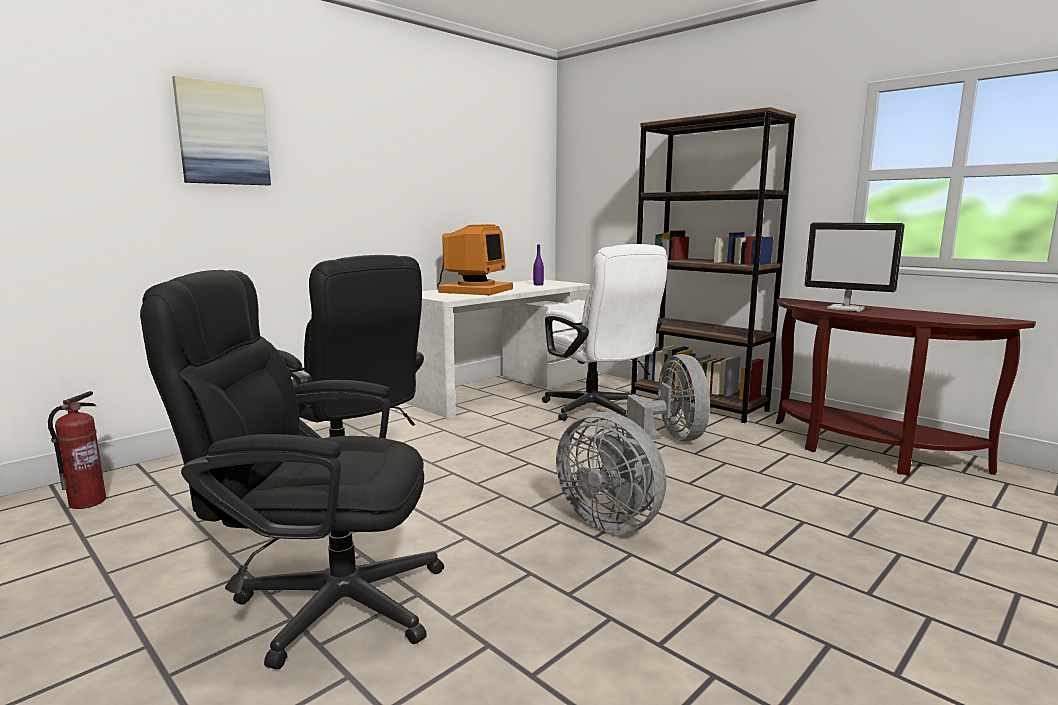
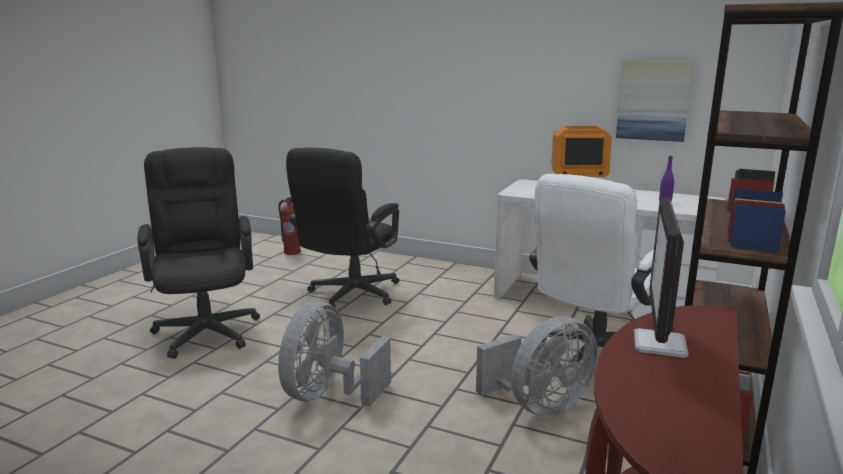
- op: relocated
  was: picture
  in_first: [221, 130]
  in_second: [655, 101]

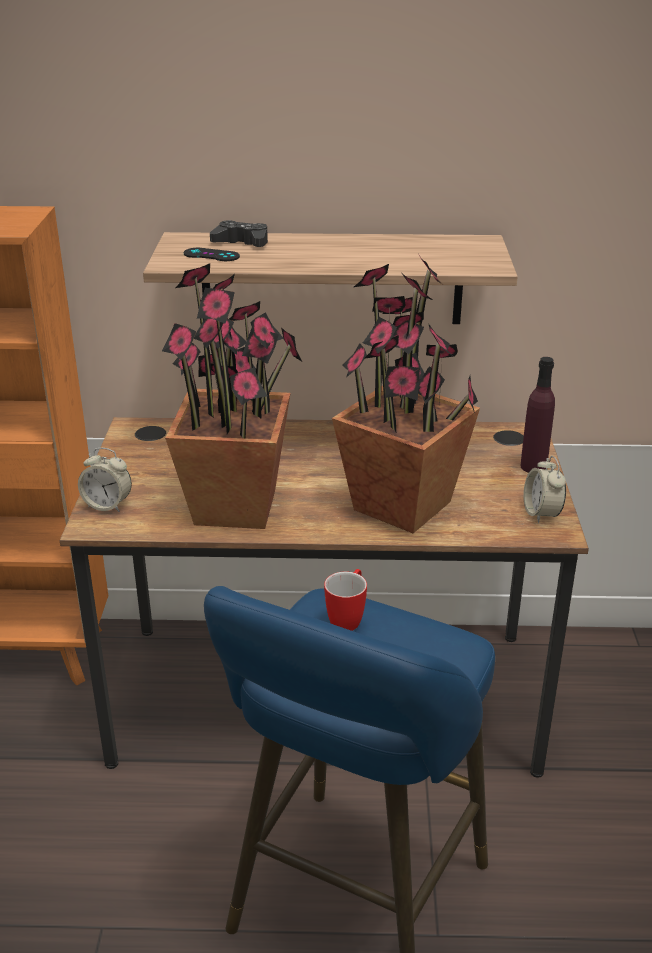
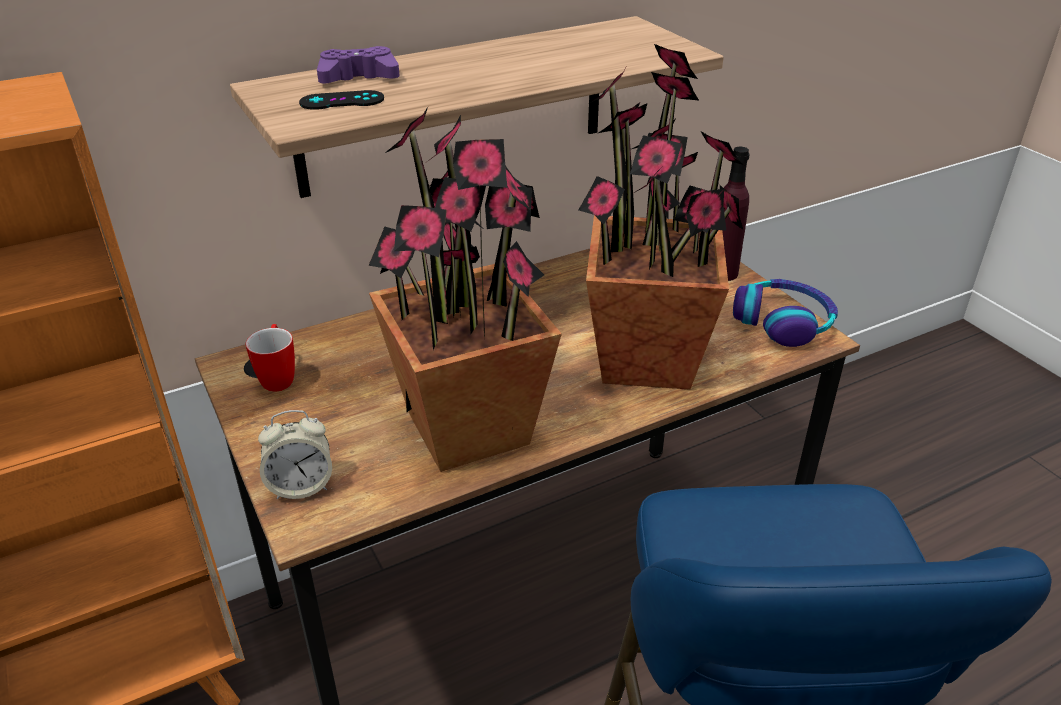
- op: colour
  was: game controller/black
  now: game controller/purple
  in_first: [239, 233]
  in_second: [358, 65]
- op: relocated
  was: mug
  in_first: [345, 600]
  in_second: [270, 358]
- op: exchanged
  was: alarm clock
  now: headphones
  in_first: [544, 489]
  in_second: [785, 313]

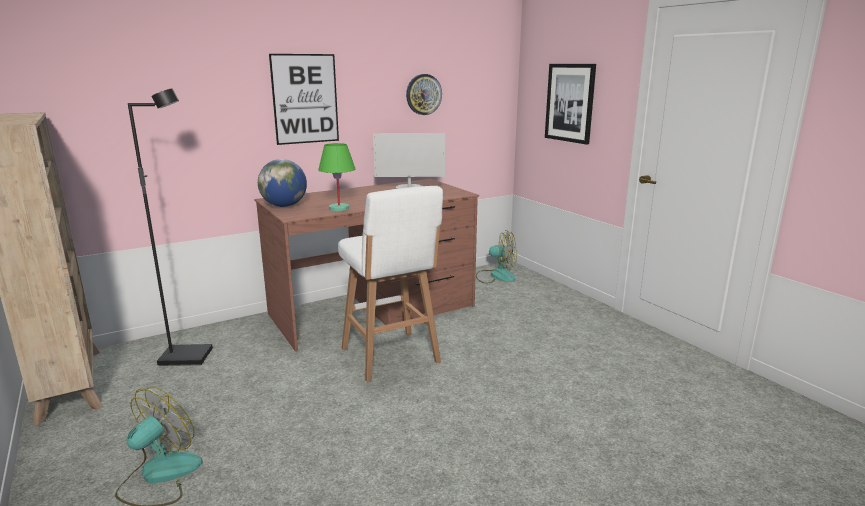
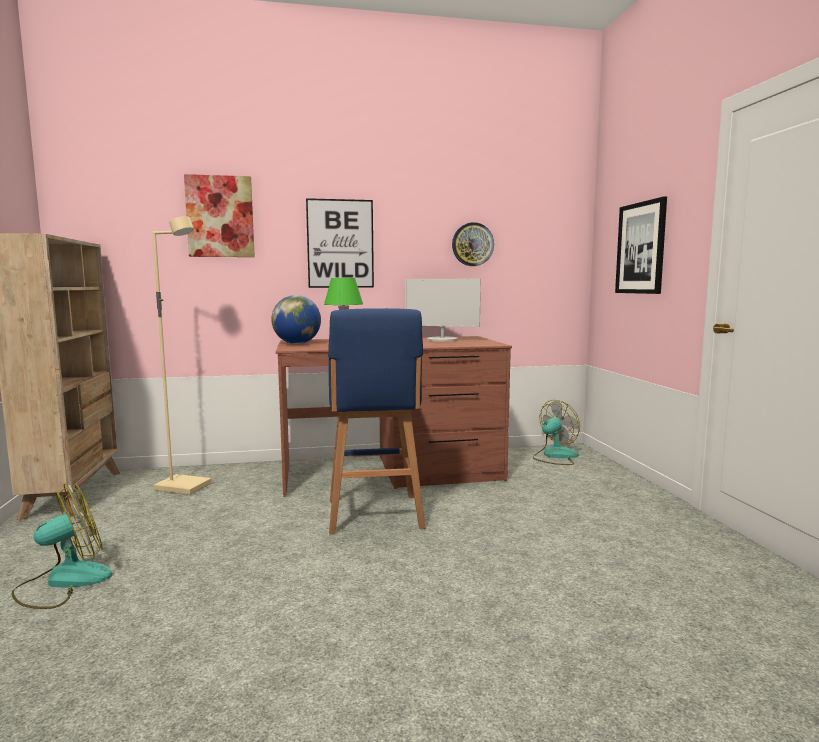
- op: colour
  was: floor lamp/black
  now: floor lamp/beige
  in_first: [170, 227]
  in_second: [182, 355]
- op: colour
  was: stool/white
  now: stool/blue
  in_first: [390, 284]
  in_second: [376, 421]
- op: spun
  was: fan
  in_first: [496, 257]
  in_second: [556, 432]
  clockwise: -75
- op: appeared
  now: picture
  in_second: [219, 215]

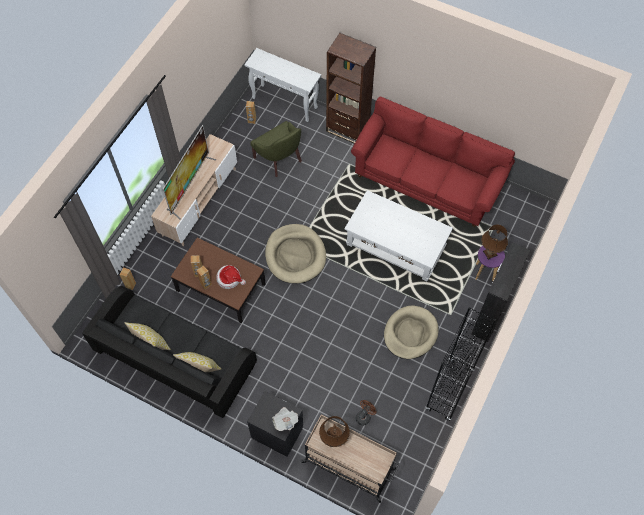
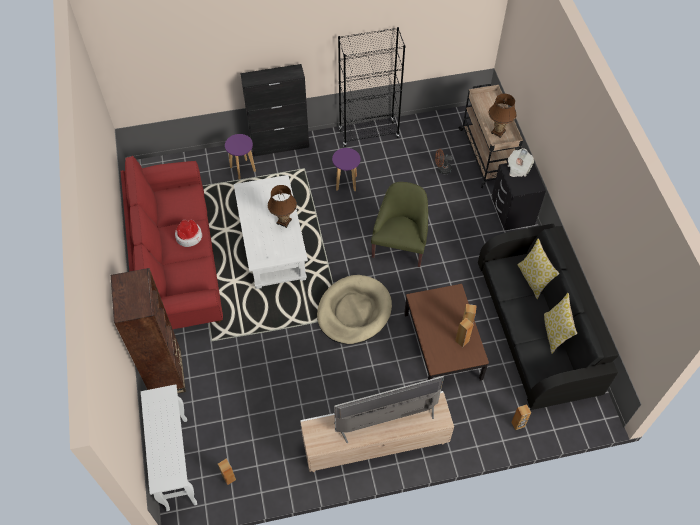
- op: relocated
  was: hat
  in_first: [231, 277]
  in_second: [188, 233]
- op: relocated
  was: armchair/green
  in_first: [276, 149]
  in_second: [399, 224]
- op: exchanged
  was: dog bed/beige
  now: stool/purple
  in_first: [411, 332]
  in_second: [346, 169]
- op: relocated
  was: table lamp/brown
  in_first: [494, 242]
  in_second: [282, 206]

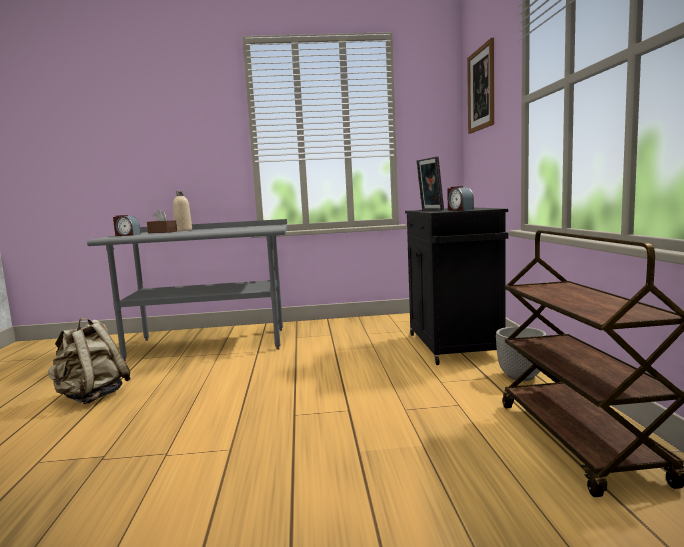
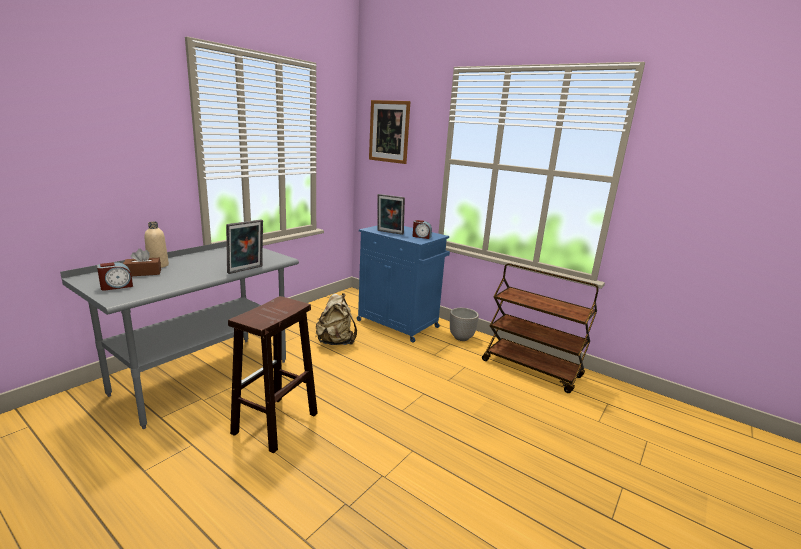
- op: relocated
  was: backpack/beige
  in_first: [89, 361]
  in_second: [336, 319]
- op: colour
  was: cabinet/black
  now: cabinet/blue
  in_first: [456, 286]
  in_second: [403, 284]
- op: appeared
  now: picture frame
  in_second: [244, 247]
- op: appeared
  now: stool/brown
  in_second: [273, 374]

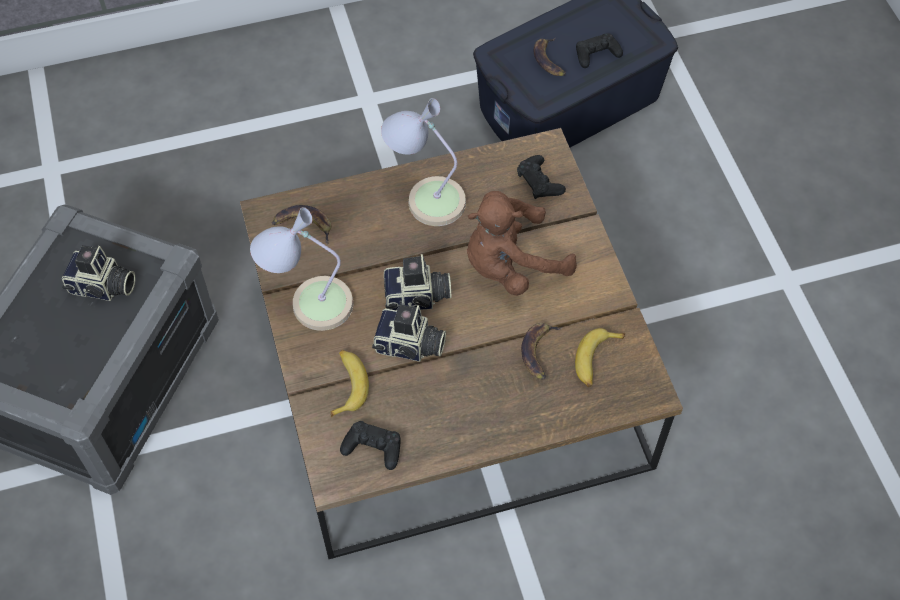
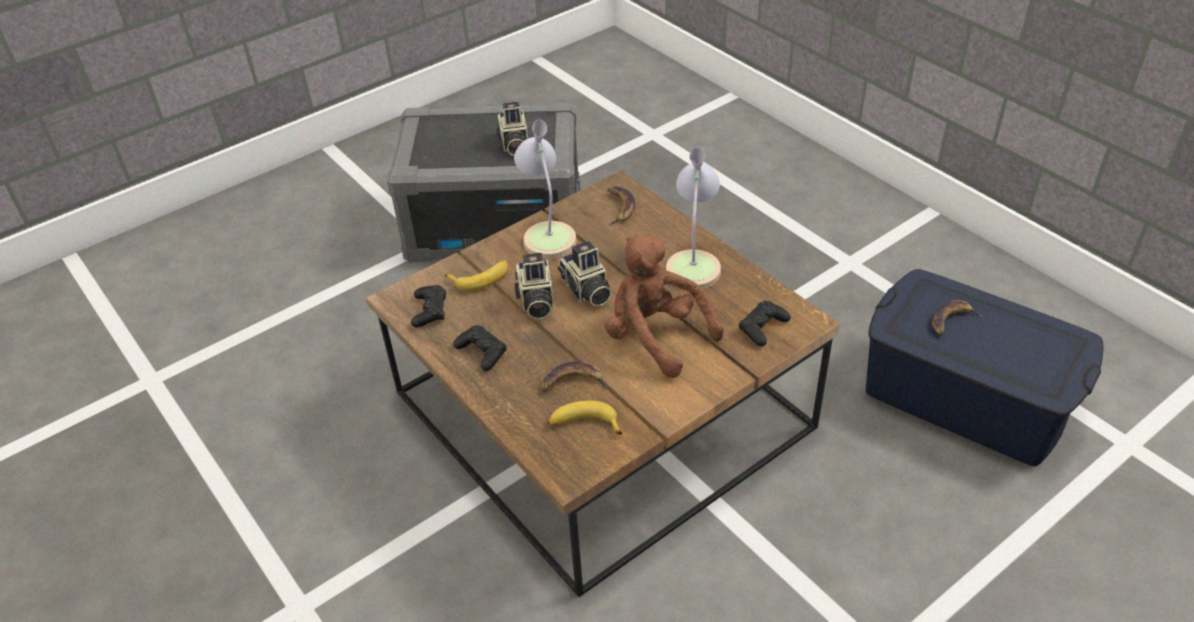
- op: relocated
  was: game controller/black
  in_first: [599, 50]
  in_second: [480, 348]

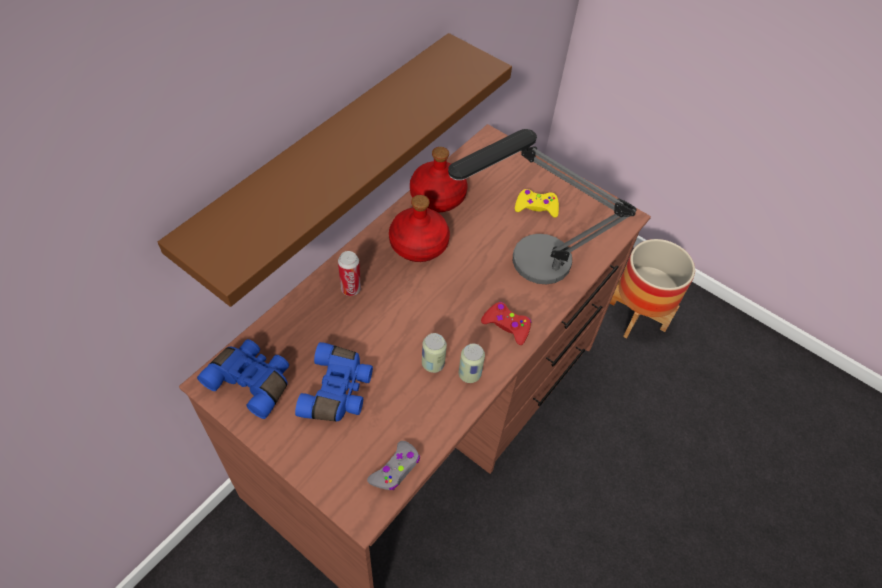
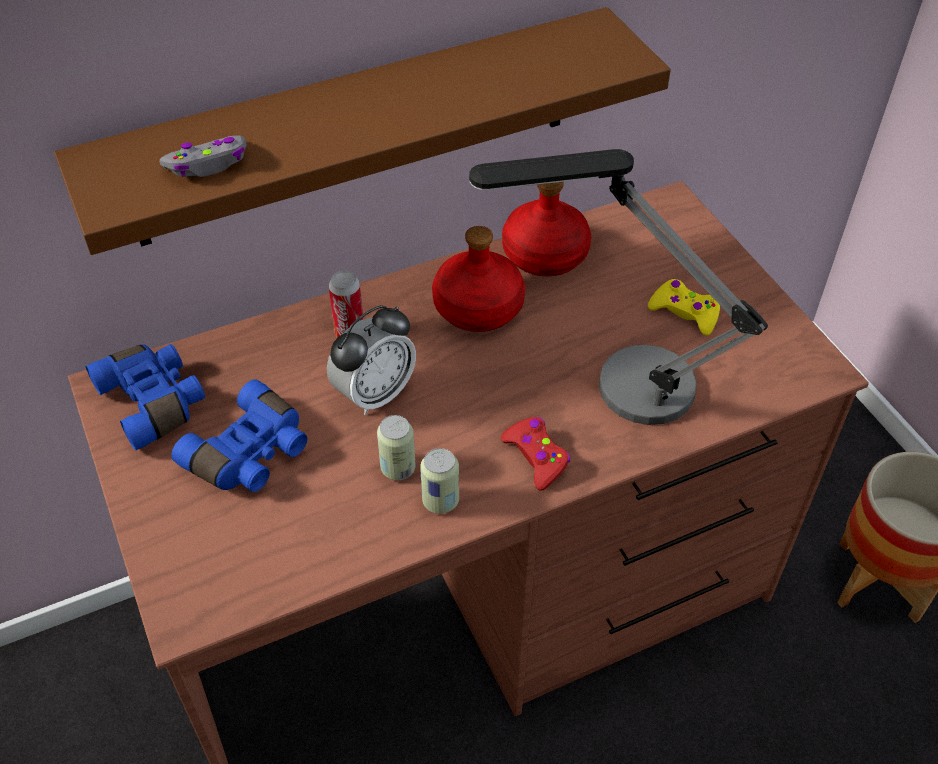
- op: relocated
  was: game controller/grey
  in_first: [393, 465]
  in_second: [202, 156]
- op: appeared
  now: alarm clock
  in_second: [371, 360]

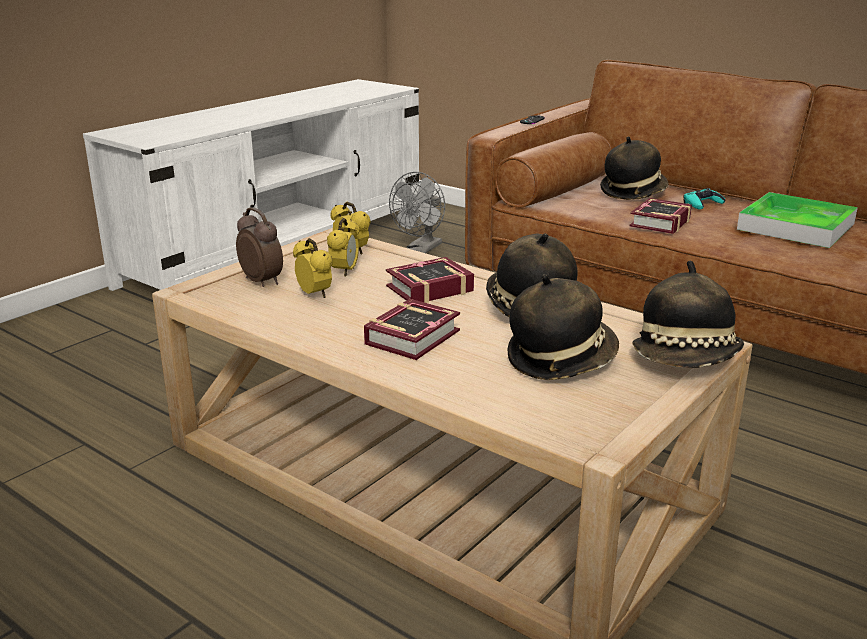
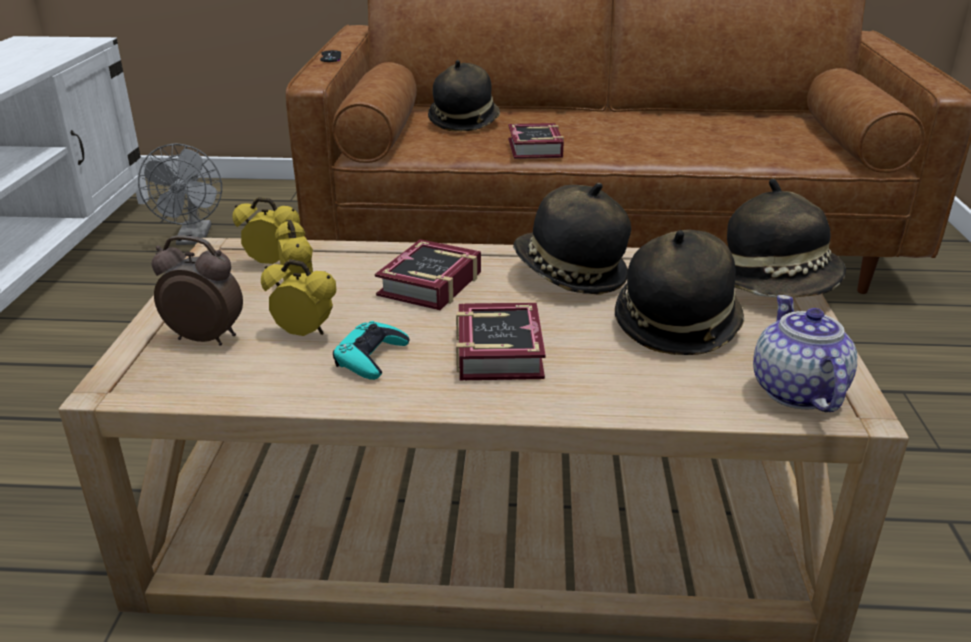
- op: relocated
  was: game controller/turquoise
  in_first: [704, 199]
  in_second: [371, 350]
- op: missing
  was: tray
  in_first: [797, 220]
- op: appeared
  now: teapot
  in_second: [805, 353]

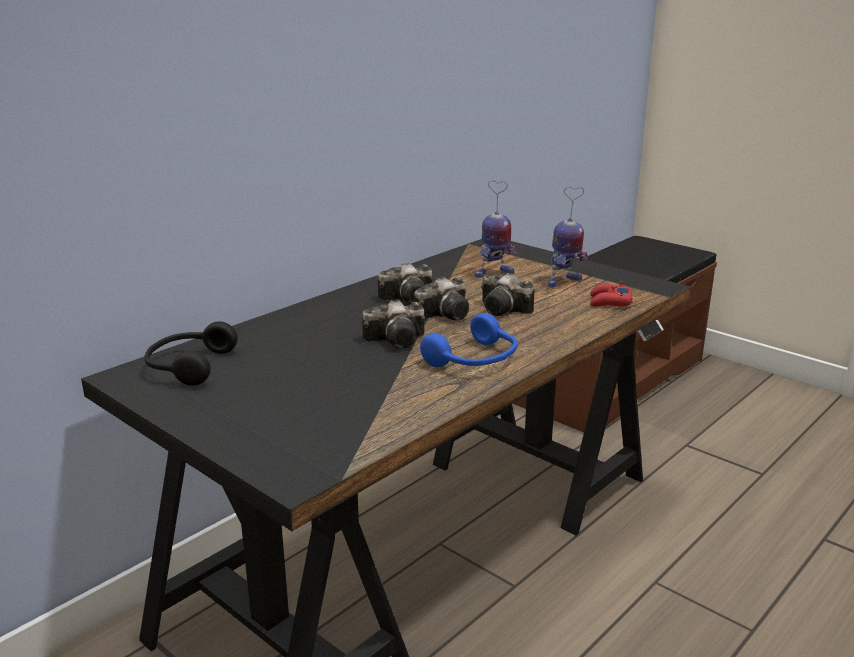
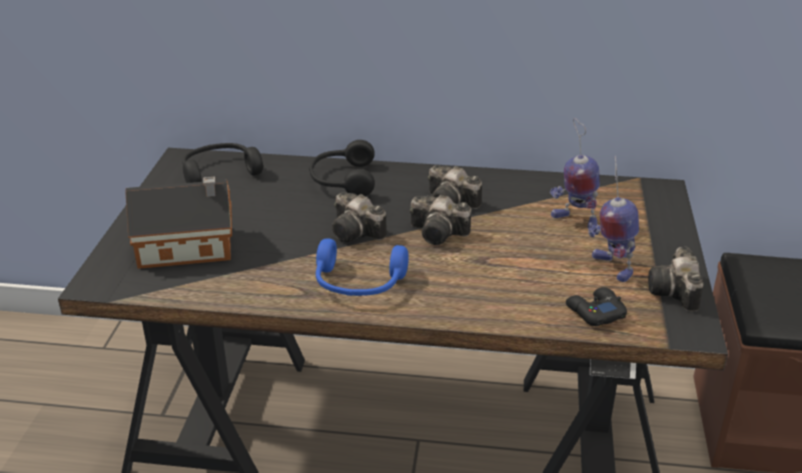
- op: relocated
  was: photo camera
  in_first: [508, 294]
  in_second: [675, 279]
- op: spun
  was: toy robot
  in_first: [568, 237]
  in_second: [613, 219]
  clockwise: 45
- op: colour
  was: game controller/red
  now: game controller/black
  in_first: [611, 294]
  in_second: [596, 306]
- op: appeared
  now: toy house
  in_second: [178, 223]
- op: appeared
  now: headphones/black
  in_second: [342, 168]

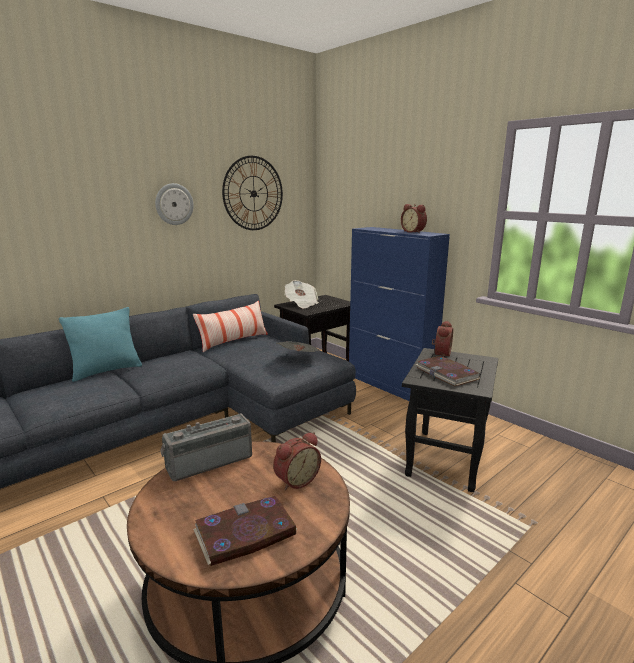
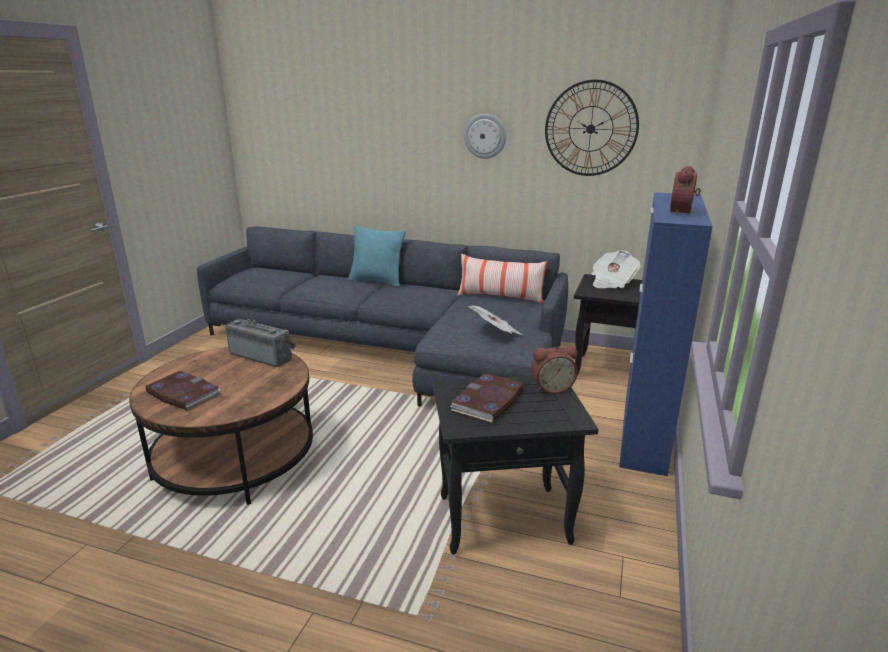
- op: missing
  was: alarm clock
  in_first: [297, 461]

